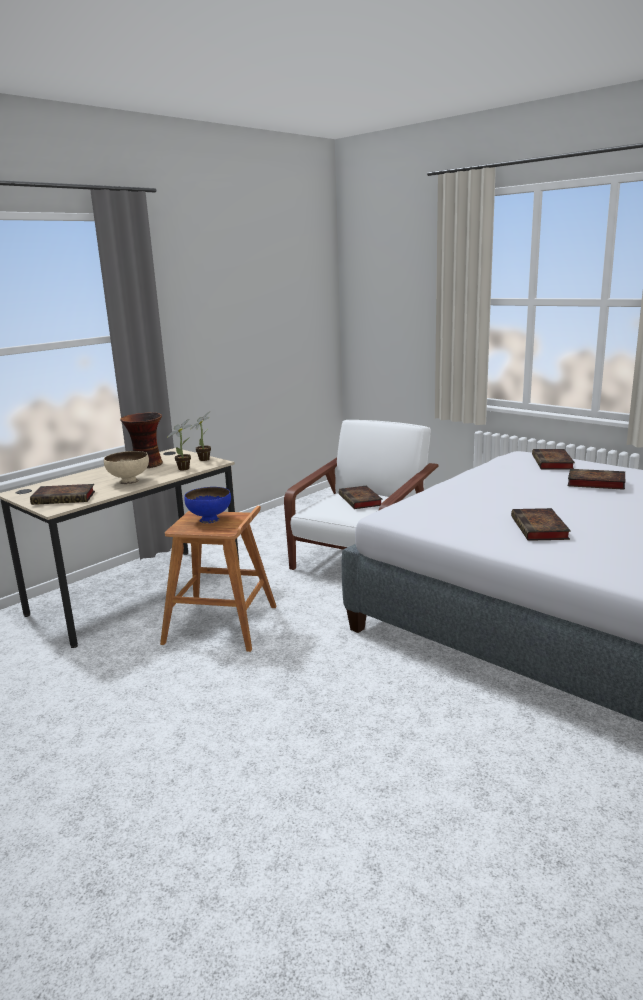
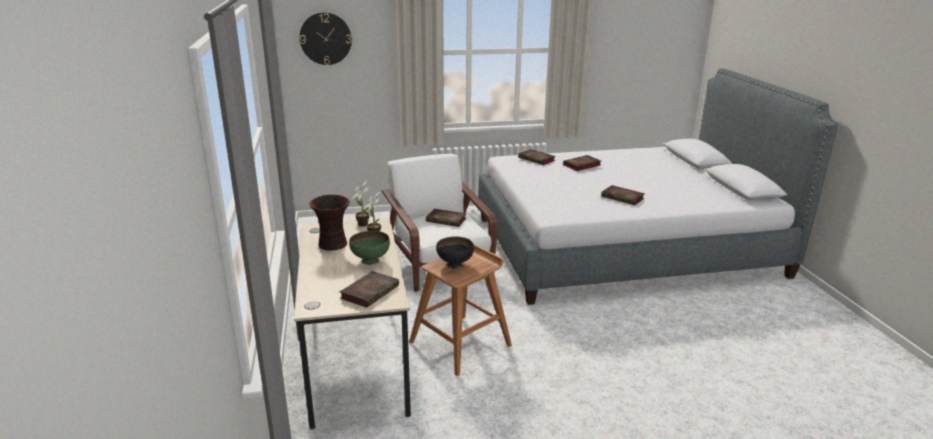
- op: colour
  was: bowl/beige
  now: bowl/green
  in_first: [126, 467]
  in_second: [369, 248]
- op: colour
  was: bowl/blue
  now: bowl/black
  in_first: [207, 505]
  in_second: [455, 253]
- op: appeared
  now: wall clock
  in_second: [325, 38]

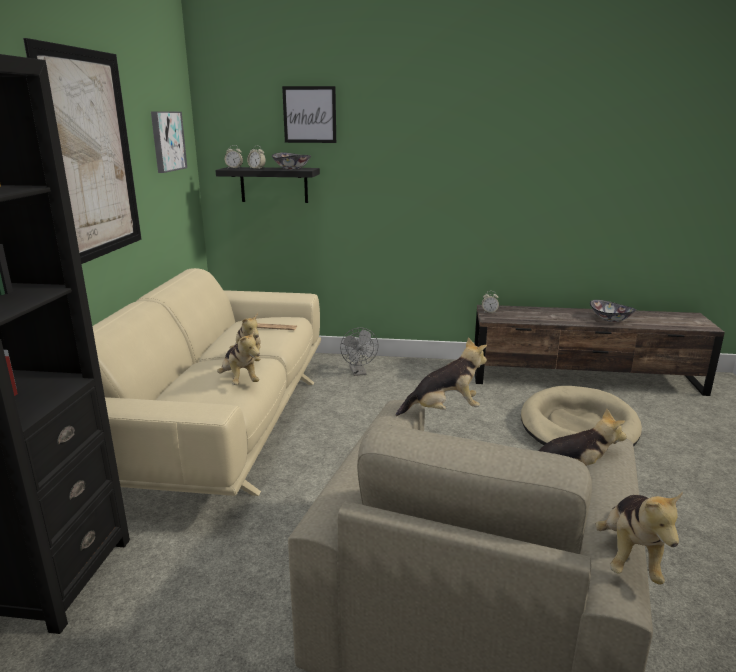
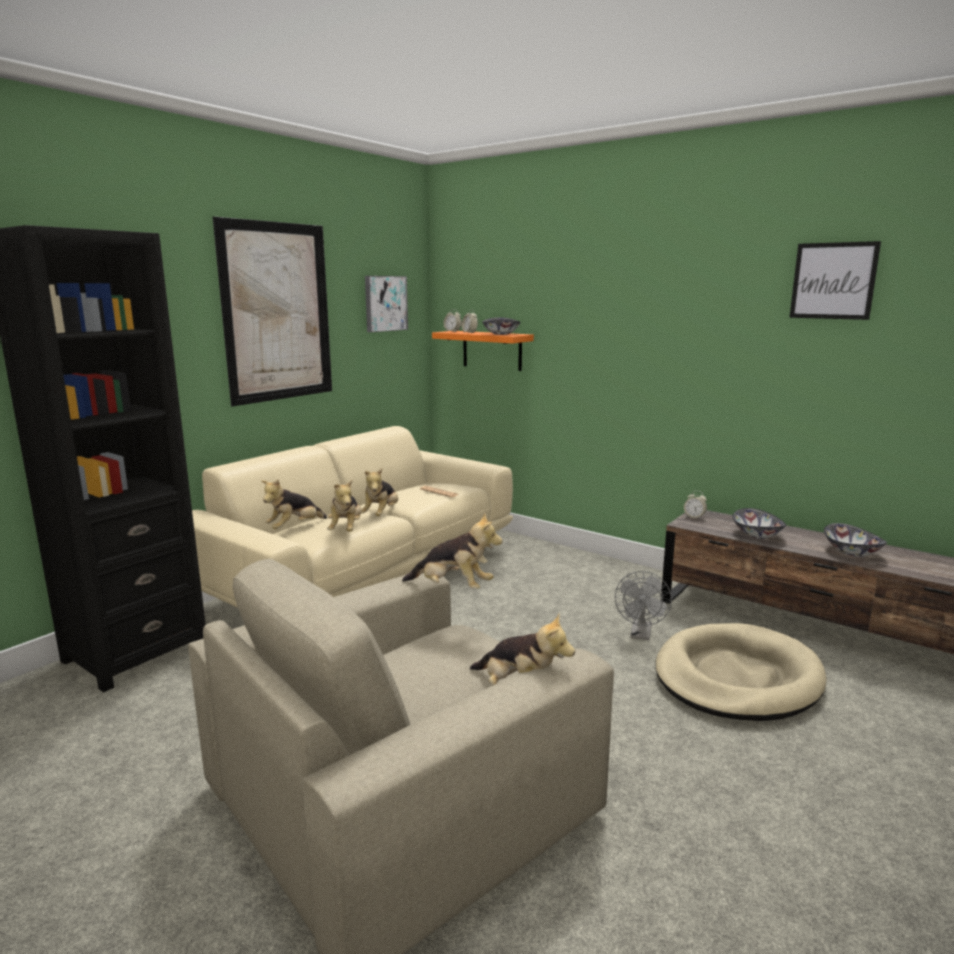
- op: colour
  was: shelf/black
  now: shelf/orange
  in_first: [267, 185]
  in_second: [483, 351]
- op: relocated
  was: picture
  in_first: [309, 114]
  in_second: [835, 280]
- op: relocated
  was: fan/grey
  in_first: [359, 352]
  in_second: [643, 605]
- op: relocated
  was: plush toy
  in_first: [639, 538]
  in_second: [294, 504]
- op: appeared
  now: bowl
  in_second: [759, 523]

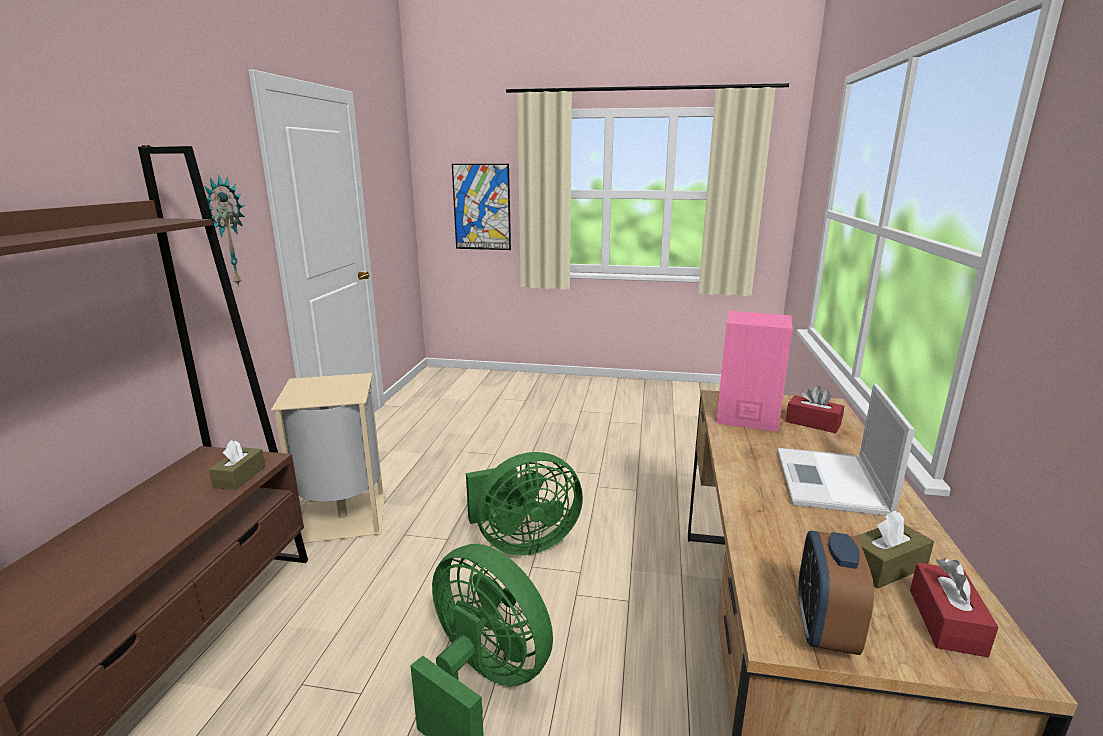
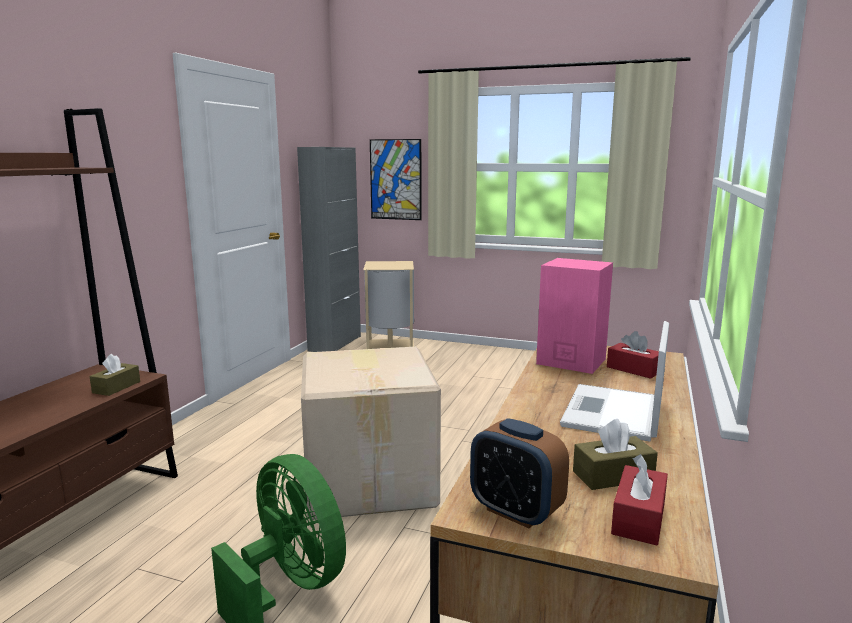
- op: missing
  was: wall clock
  in_first: [224, 231]
- op: relocated
  was: trash can/beige
  in_first: [328, 459]
  in_second: [388, 305]
- op: exchanged
  was: fan/green
  now: cardboard box
  in_first: [524, 503]
  in_second: [371, 433]
- op: spun
  was: alarm clock
  in_first: [836, 593]
  in_second: [519, 473]
  clockwise: -75
- op: appeared
  now: cabinet/grey
  in_second: [329, 249]

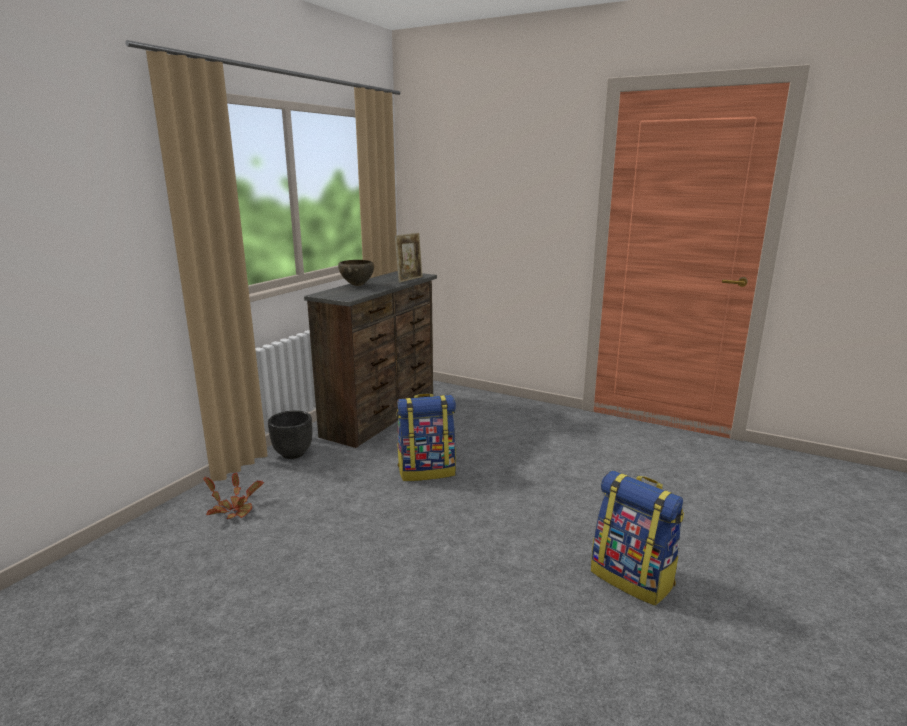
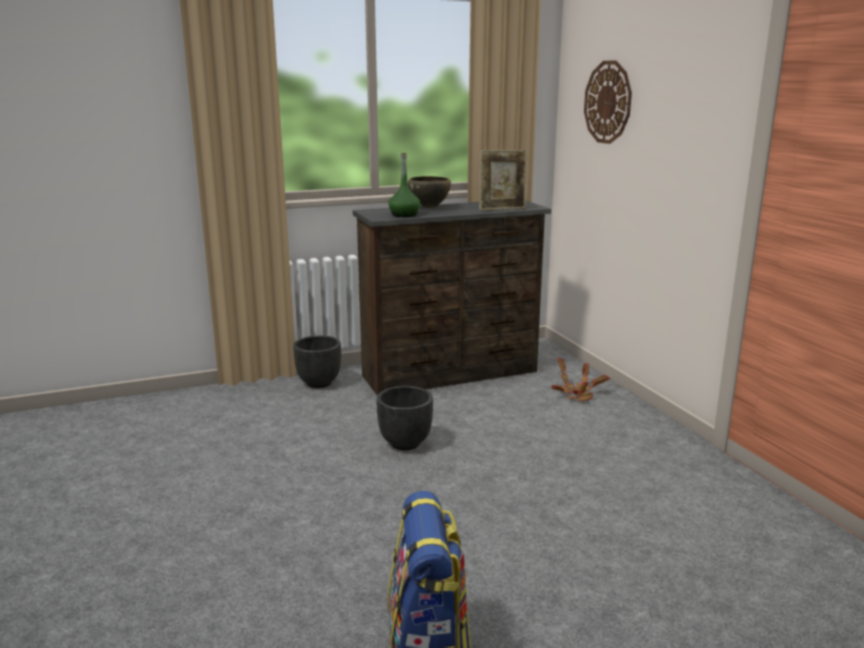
- op: relocated
  was: potted plant
  in_first: [233, 495]
  in_second: [580, 379]
- op: exchanged
  was: backpack
  now: planter/black
  in_first: [426, 437]
  in_second: [404, 418]
- op: appeared
  now: bottle/green
  in_second: [404, 185]
- op: appeared
  now: wall clock
  in_second: [608, 102]

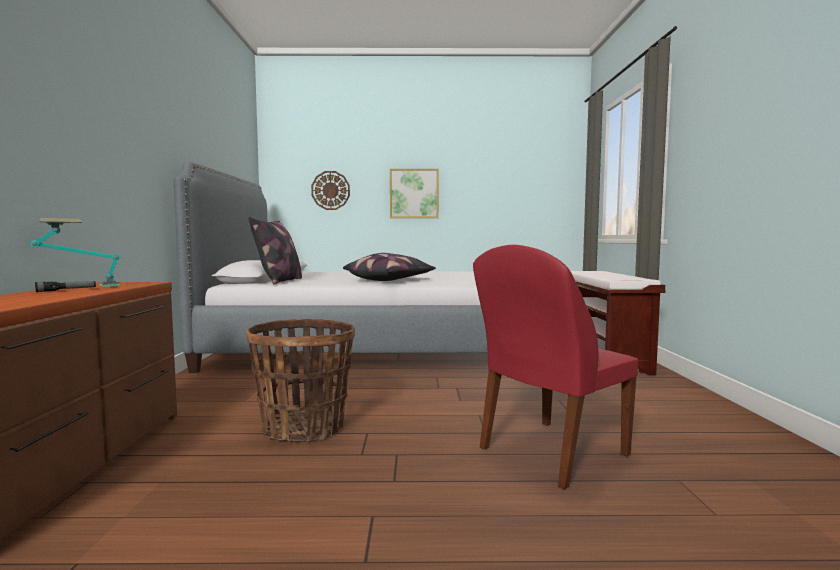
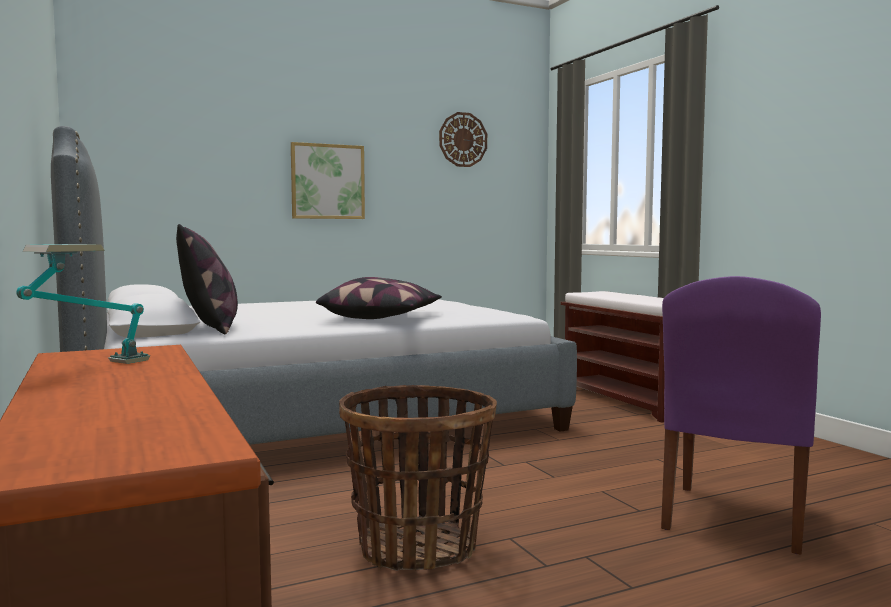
- op: missing
  was: flashlight
  in_first: [65, 286]
- op: relocated
  was: wall clock
  in_first: [330, 190]
  in_second: [463, 139]
- op: colour
  was: chair/red
  now: chair/purple
  in_first: [555, 367]
  in_second: [741, 415]

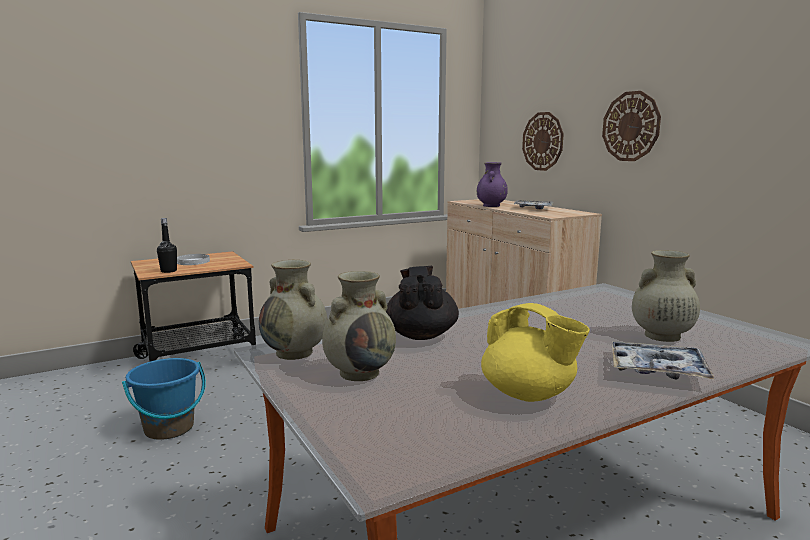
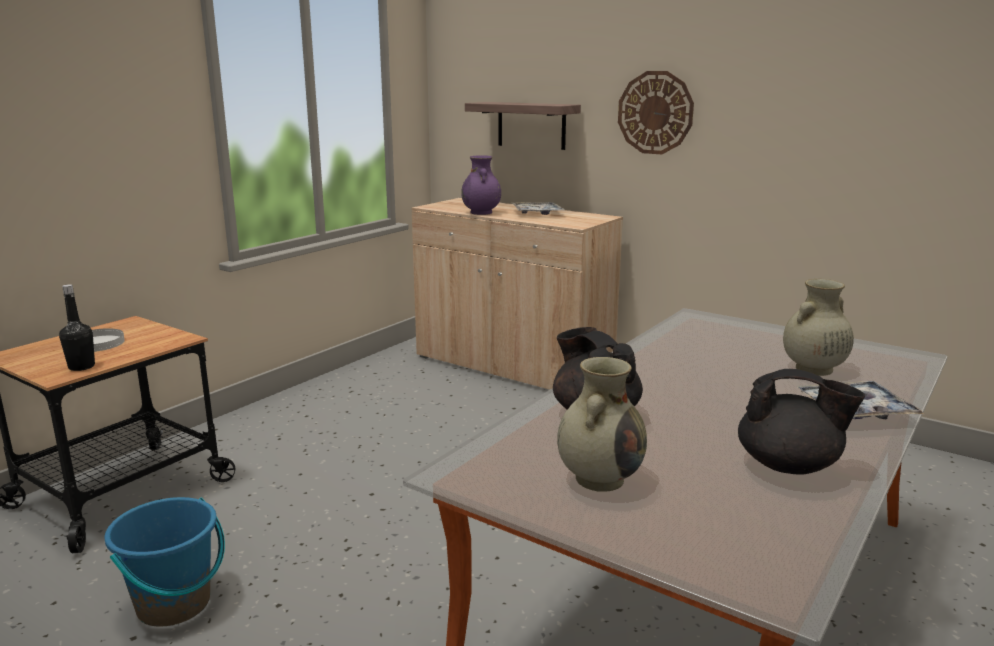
- op: missing
  was: vase/beige
  in_first: [293, 310]
- op: colour
  was: teapot/yellow
  now: teapot/black
  in_first: [535, 352]
  in_second: [801, 422]
- op: exchanged
  was: wall clock
  now: shelf
  in_first: [543, 141]
  in_second: [523, 126]

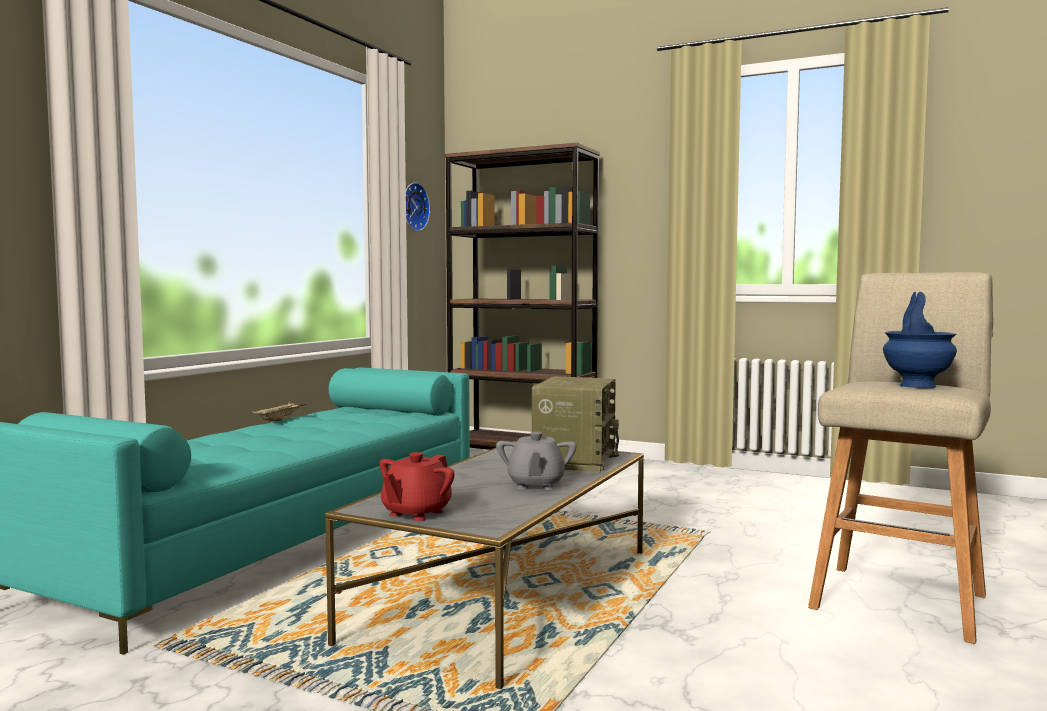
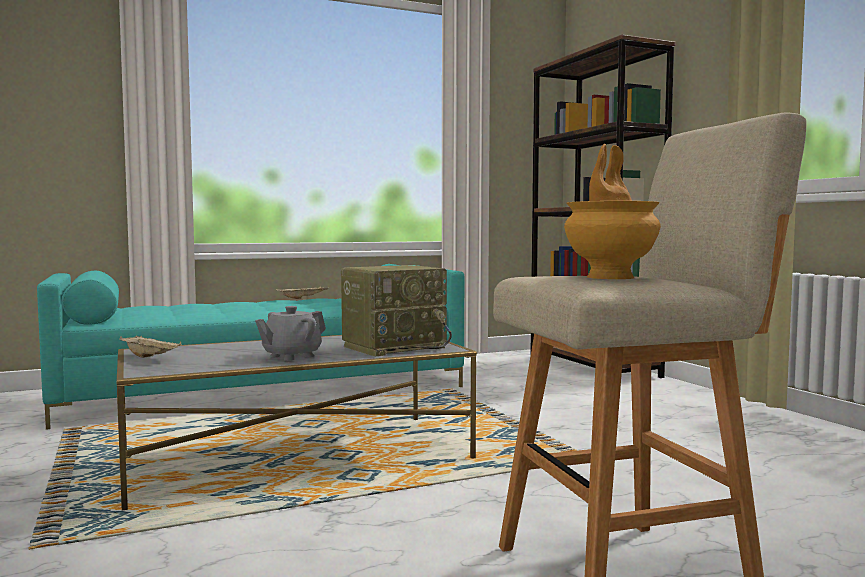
- op: exchanged
  was: teapot/red
  now: tray/beige
  in_first: [417, 486]
  in_second: [150, 347]
- op: missing
  was: wall clock
  in_first: [418, 207]
- op: colour
  was: vase/blue
  now: vase/brown
  in_first: [920, 340]
  in_second: [612, 211]

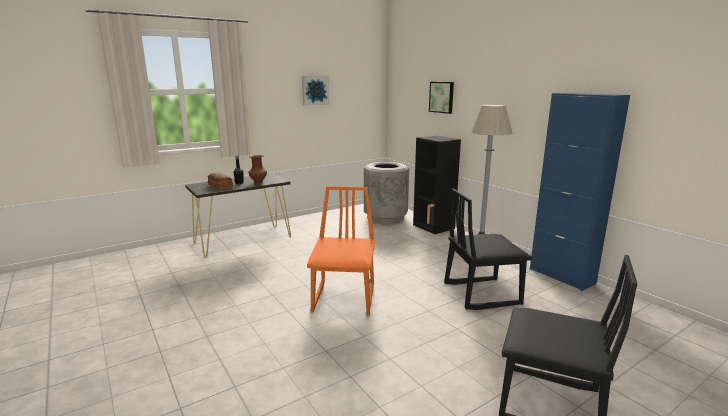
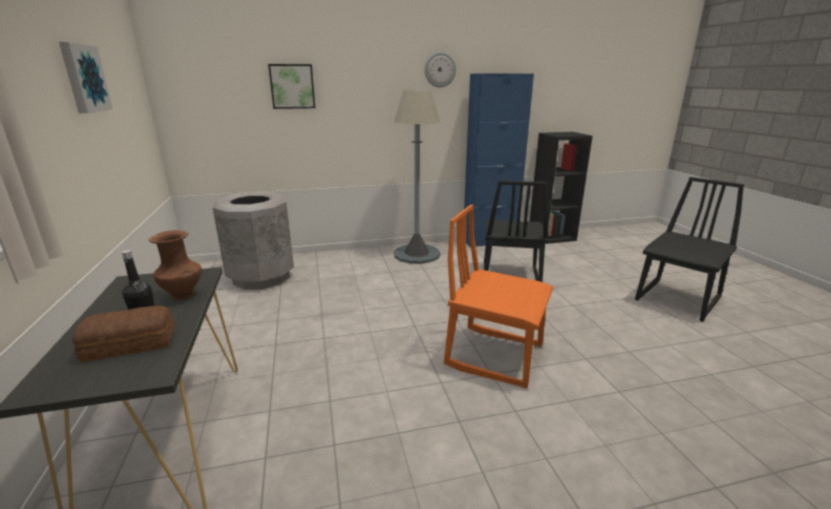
- op: relocated
  was: bookcase/black
  in_first: [437, 185]
  in_second: [561, 188]
- op: appeared
  now: wall clock
  in_second: [440, 69]

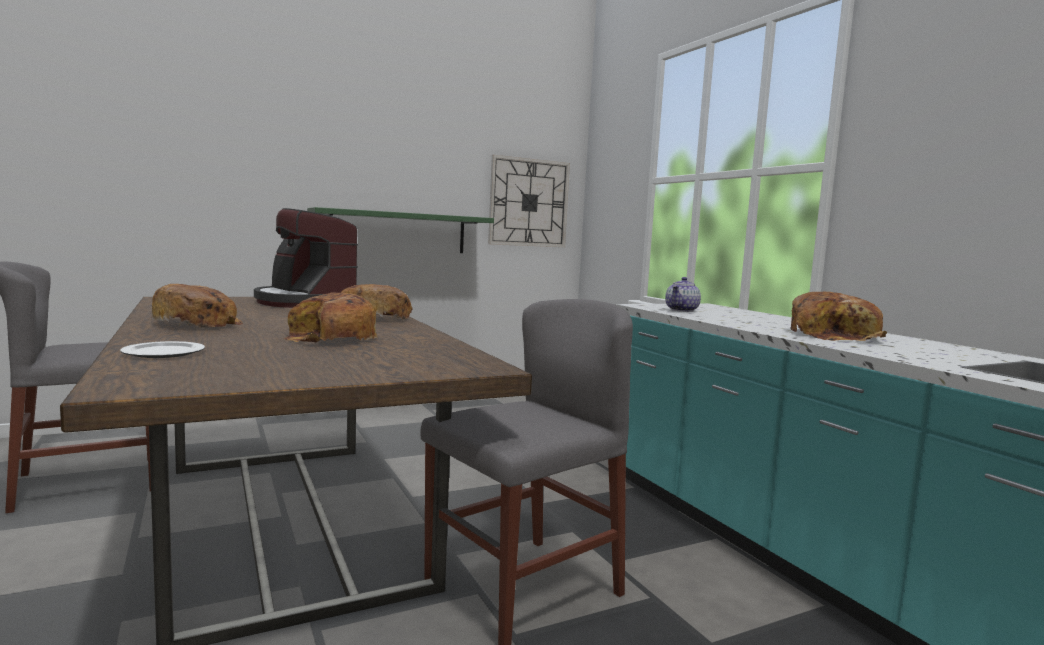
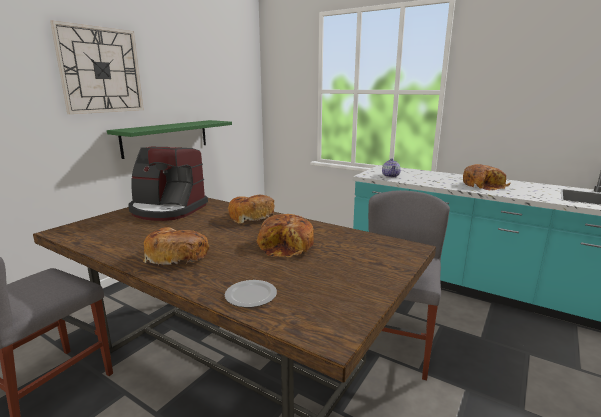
- op: relocated
  was: wall clock
  in_first: [529, 201]
  in_second: [97, 67]

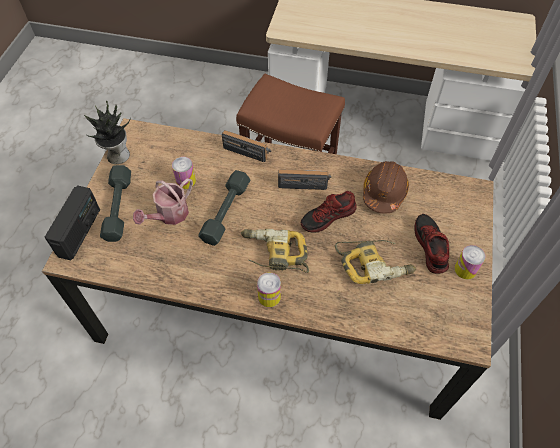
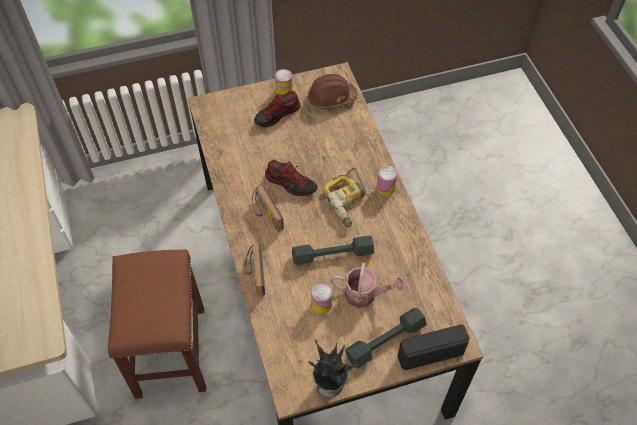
- op: missing
  was: power drill
  in_first: [375, 262]
- op: relocated
  was: hard hat/brown
  in_first: [386, 187]
  in_second: [332, 91]

